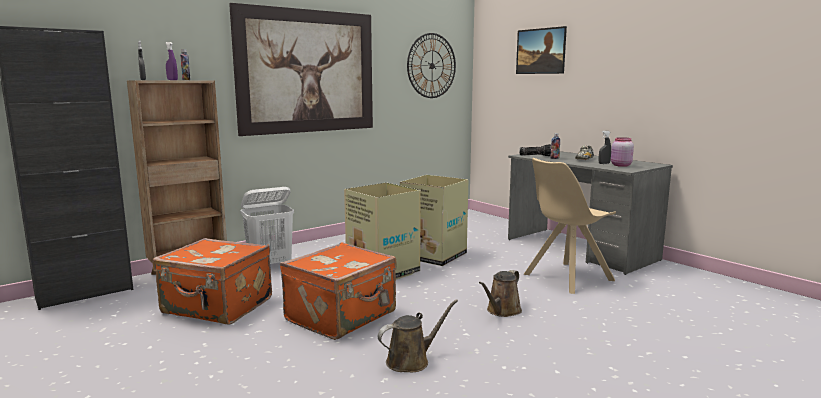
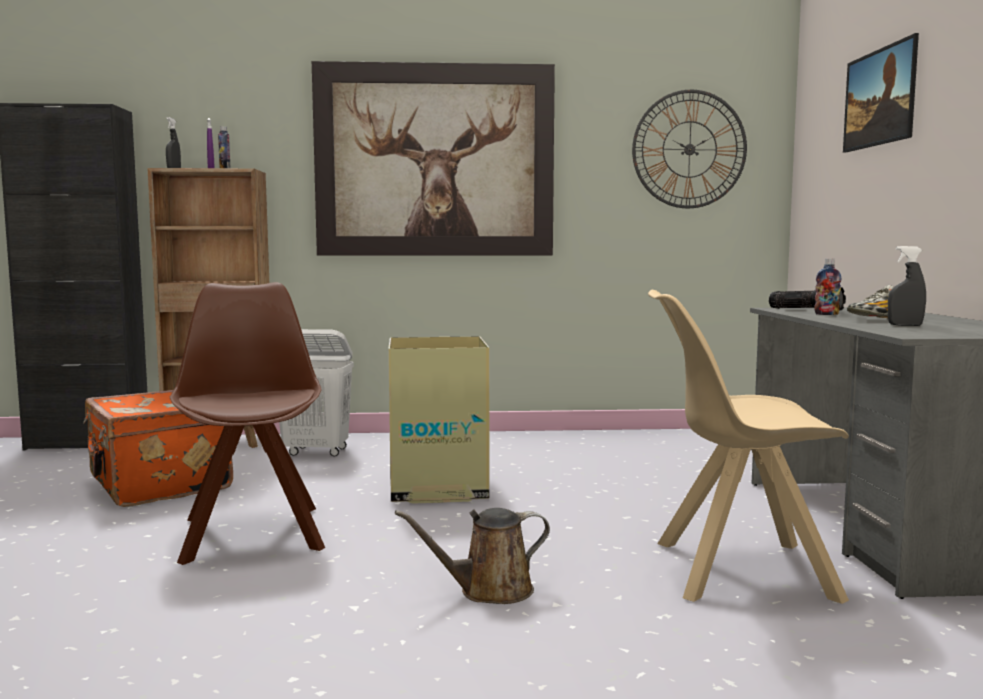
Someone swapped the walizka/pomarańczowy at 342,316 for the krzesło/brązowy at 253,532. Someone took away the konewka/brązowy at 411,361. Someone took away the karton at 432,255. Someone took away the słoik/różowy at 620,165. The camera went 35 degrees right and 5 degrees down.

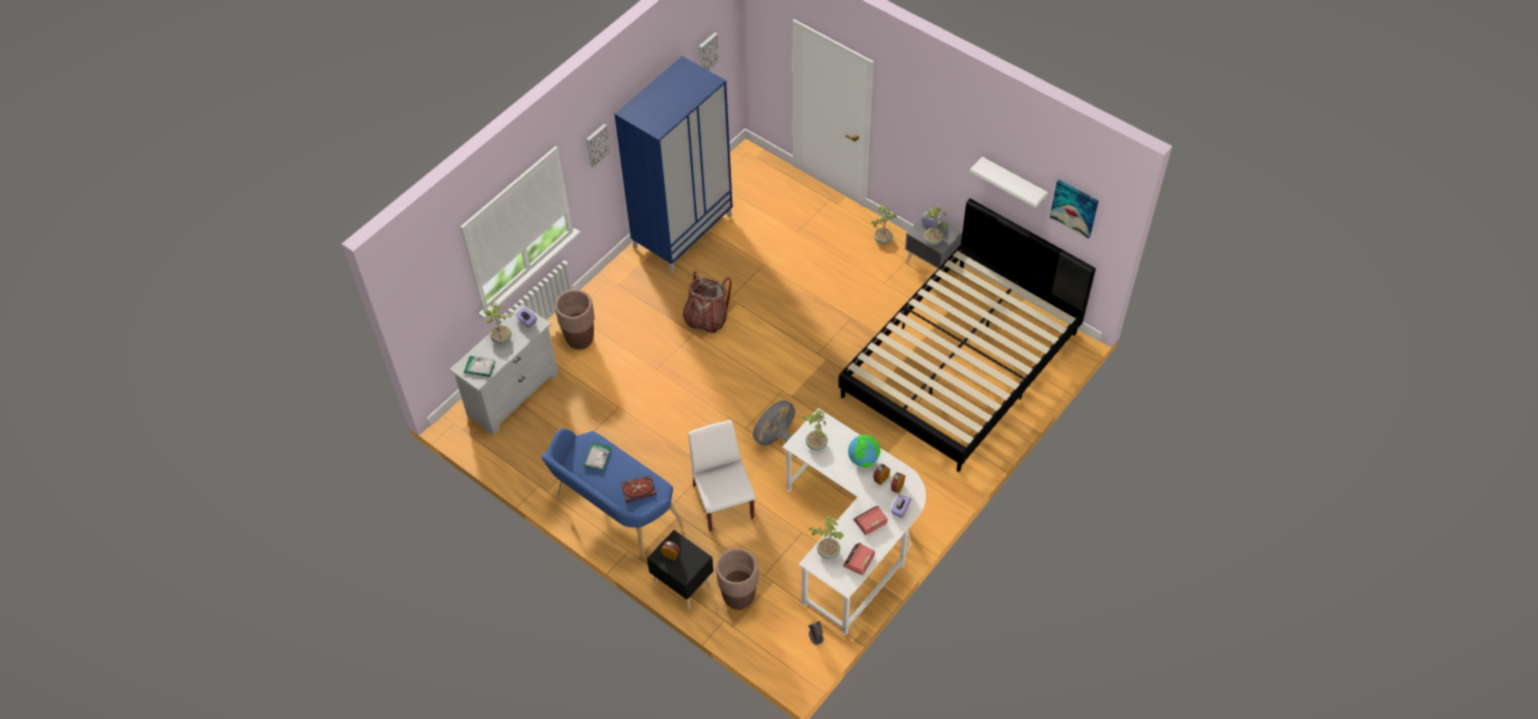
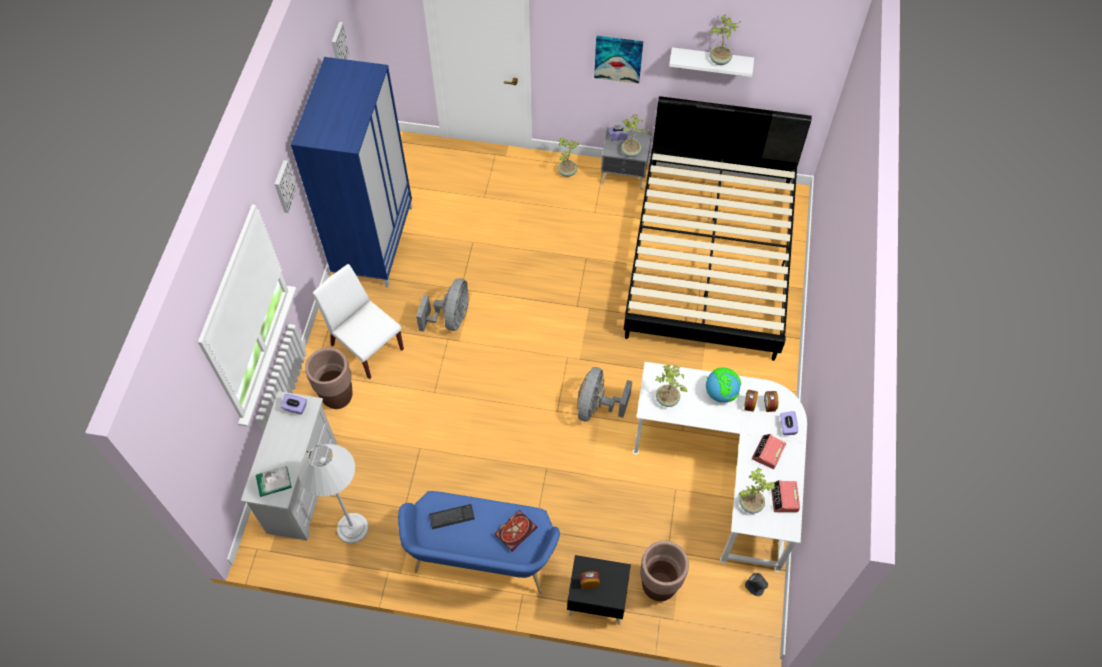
Someone carried the roślina doniczkowa from 502,339 to 720,61. Someone swapped the książka at 597,457 for the klawiatura at 452,517. Someone swapped the plecak at 706,318 for the wentylator/szary at 451,318. Someone carried the krzesło/biały from 723,500 to 366,346. Someone carried the obraz from 1074,208 to 618,58. Someone put down the lampa stojąca/biały at 352,528. The camera went 30 degrees left and 5 degrees up.

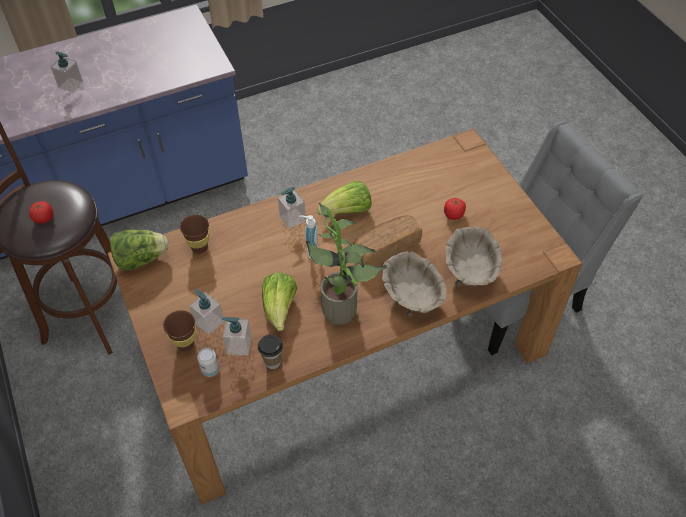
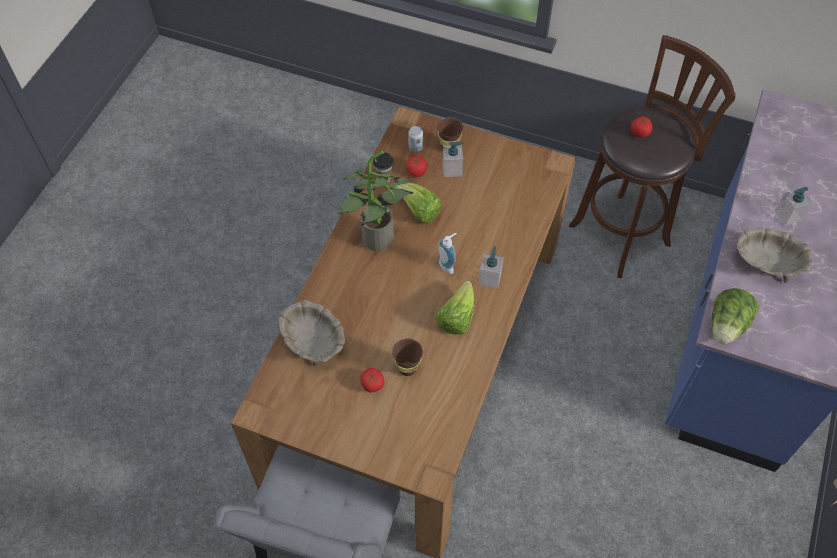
Someone carried the sałata from 141,259 to 727,326. Someone carried the filiżanka/brązowy from 199,247 to 407,369. Someone swapped the dozownik mydła at 239,345 for the pomidor at 416,171. Someone took away the chleb at 385,248. Someone carried the miska/beżowy from 413,297 to 766,265. The camera went 135 degrees right and 5 degrees up.

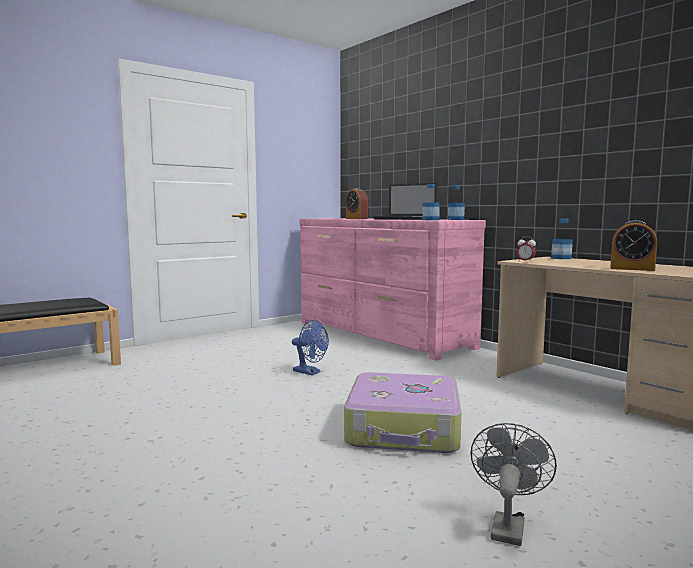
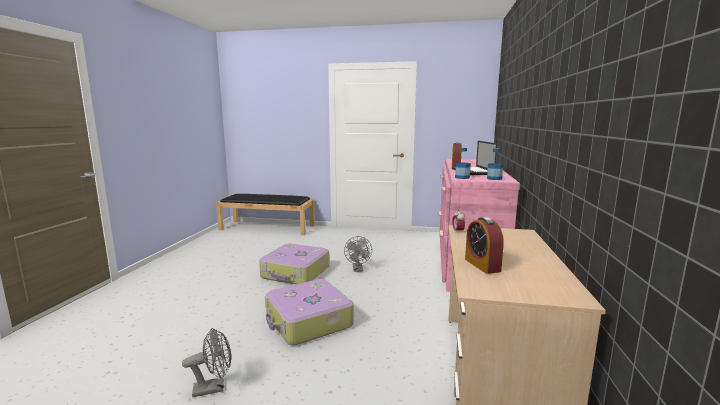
Someone repainted the wentylator/niebieski at 310,372, which became the wentylator/szary at 358,269. Someone took away the butelka at 561,258. Someone put down the walizka at 295,273. The camera went 50 degrees right and 5 degrees up.

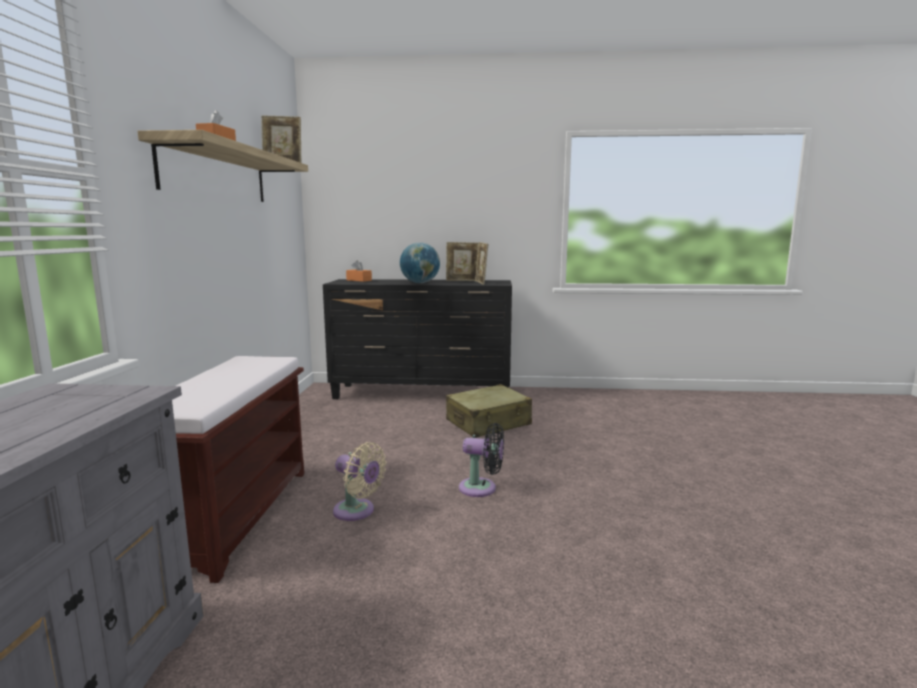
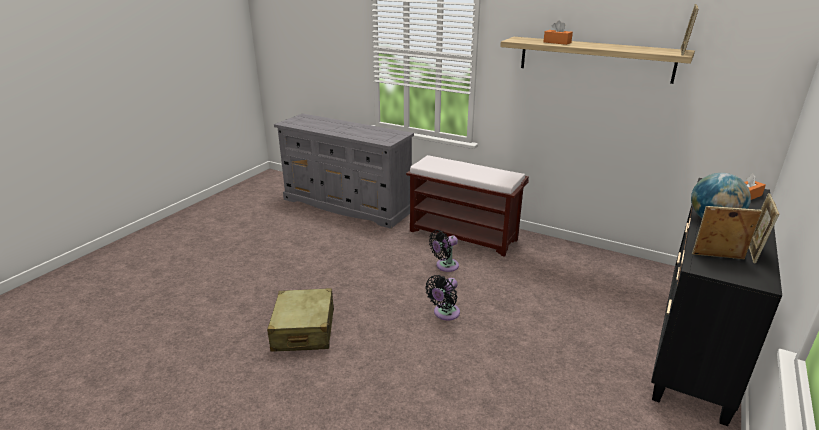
Someone repainted the wentylator/beżowy at 357,511, which became the wentylator/czarny at 445,266. Someone carried the walizka/beżowy from 488,423 to 303,330. The camera went 115 degrees right and 15 degrees up.

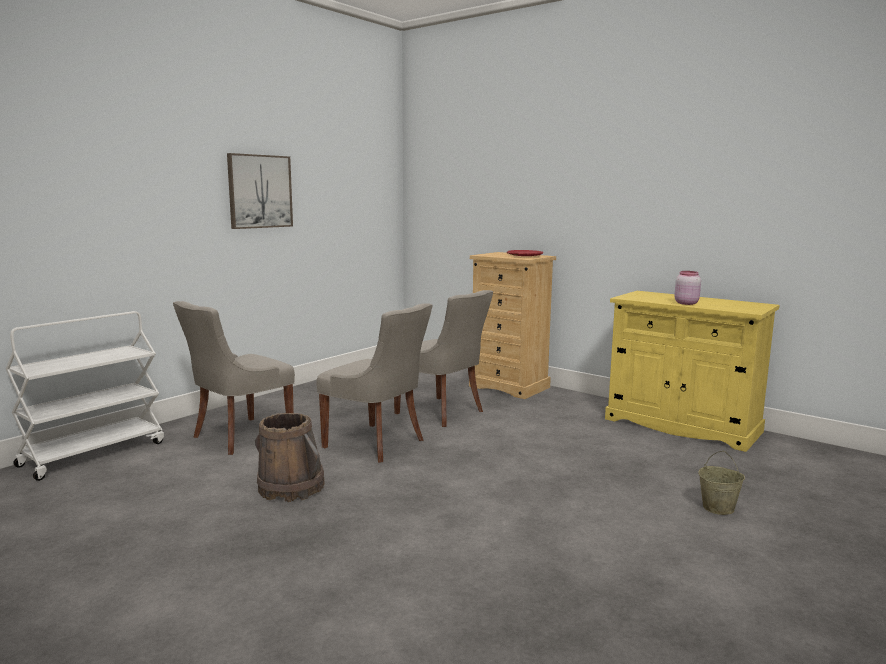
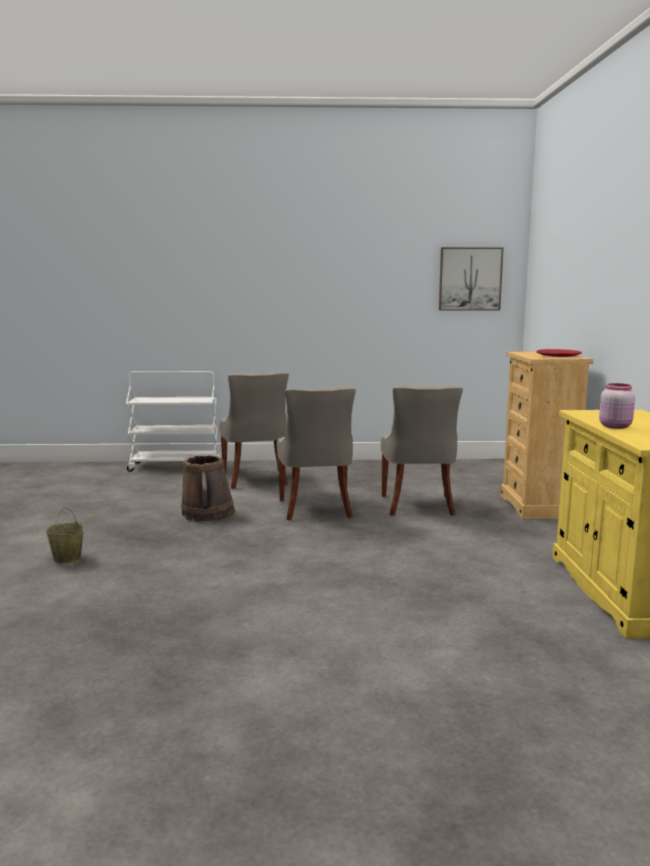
Someone rotated the krzesło/szary at 240,436 by 105 degrees counterclockwise. Someone carried the obraz from 260,191 to 470,279. Someone carried the wiadro/beżowy from 718,508 to 67,559. The camera went 50 degrees right and 0 degrees up.

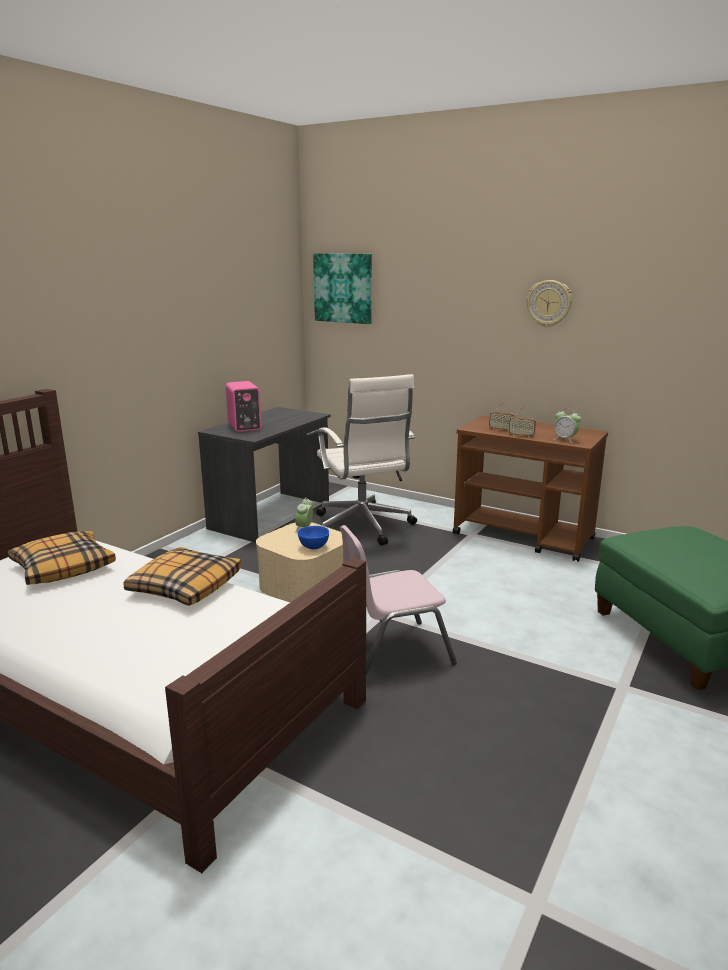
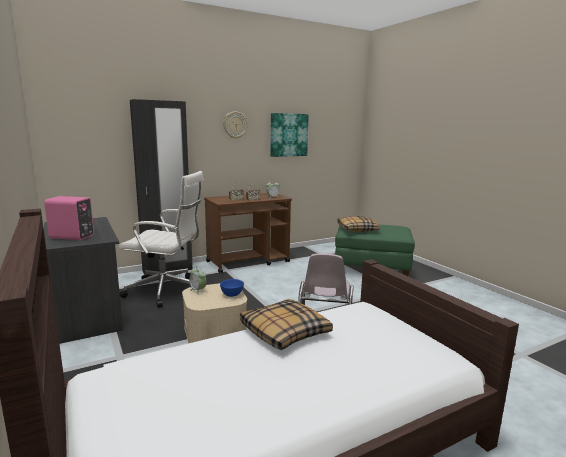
Someone carried the poduszka from 63,567 to 357,229. Someone carried the obraz from 343,288 to 288,135. Someone put down the szafa/czarny at 167,270. The camera went 60 degrees left and 5 degrees down.

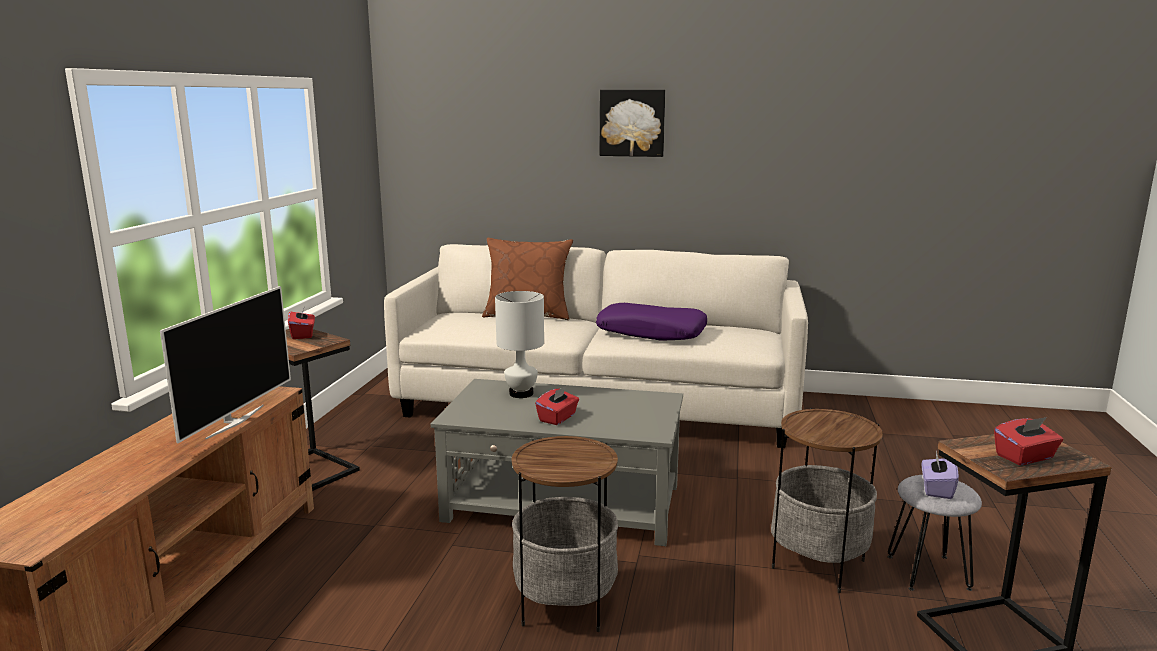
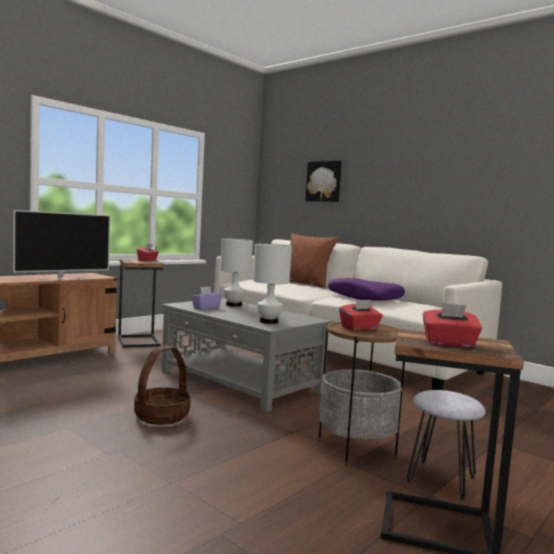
Someone swapped the stolik at 565,605 for the koszyk at 162,416. Someone carried the pudełko chusteczek/czerwony from 558,418 to 359,328. Someone carried the obraz from 632,123 to 324,181. Someone carried the pudełko chusteczek/fioletowy from 936,489 to 206,308. Someone put down the lampa stołowa/biały at 269,321. The camera went 30 degrees right and 10 degrees down.

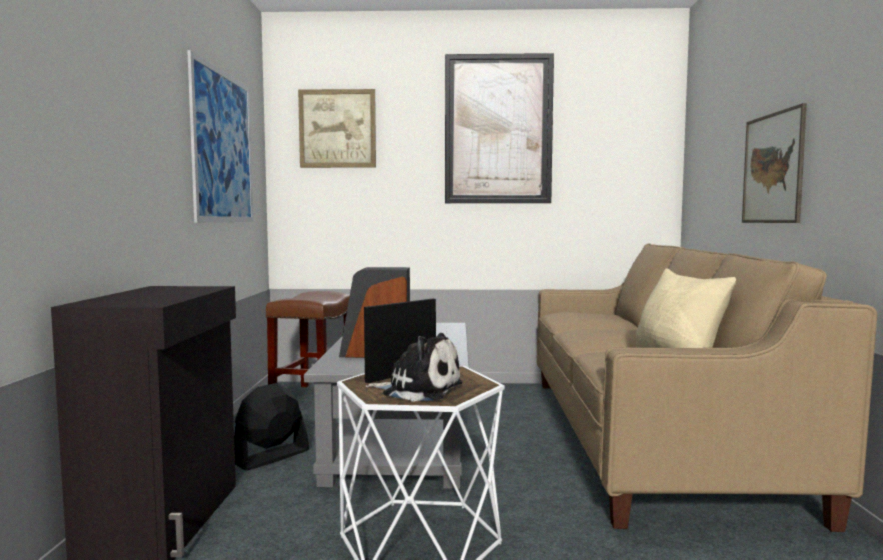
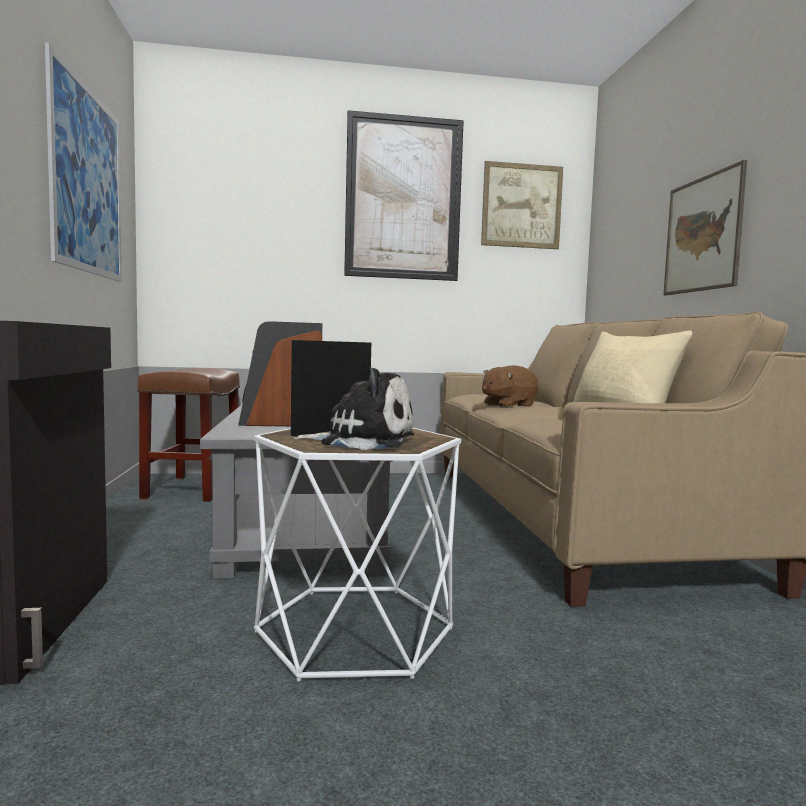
Someone took away the wentylator/czarny at 271,457. Someone carried the obraz from 337,128 to 521,206. Someone put down the pluszak/brązowy at 507,406. The camera went 10 degrees left and 0 degrees up.

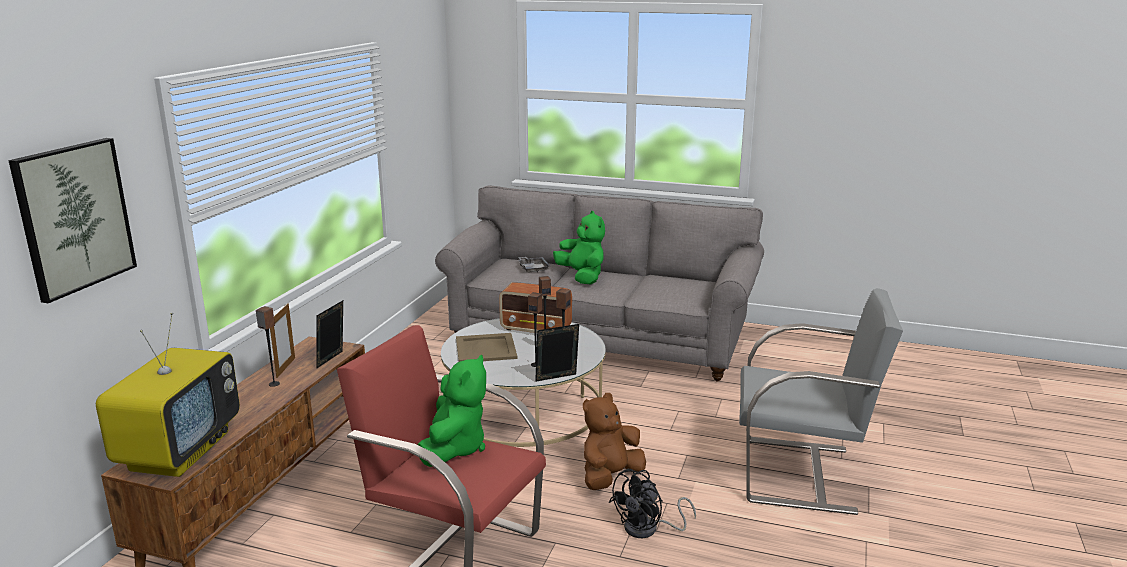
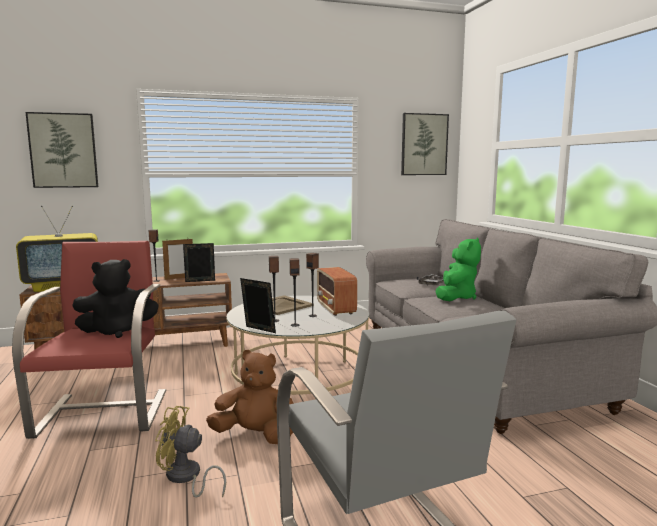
Someone repainted the pluszak/zielony at 454,448, which became the pluszak/czarny at 117,331. Someone repainted the wentylator/czarny at 648,529, which became the wentylator/żółty at 186,478. Someone put up the obraz at 424,144. The camera went 55 degrees right and 10 degrees down.

